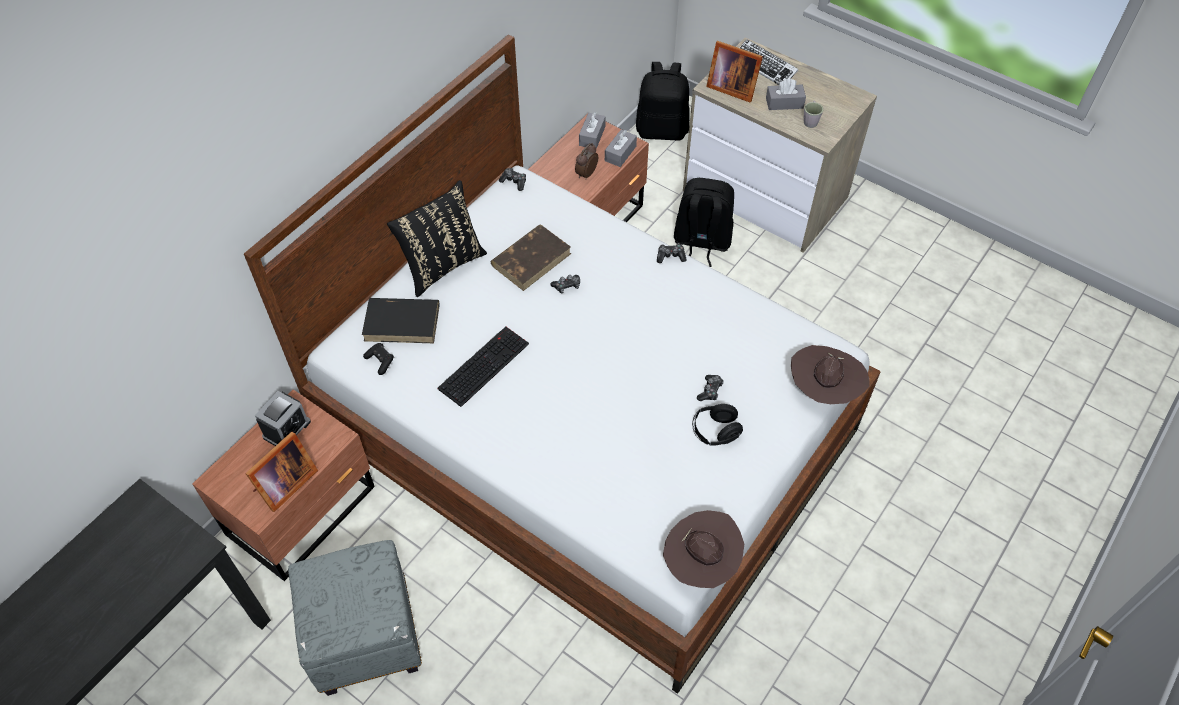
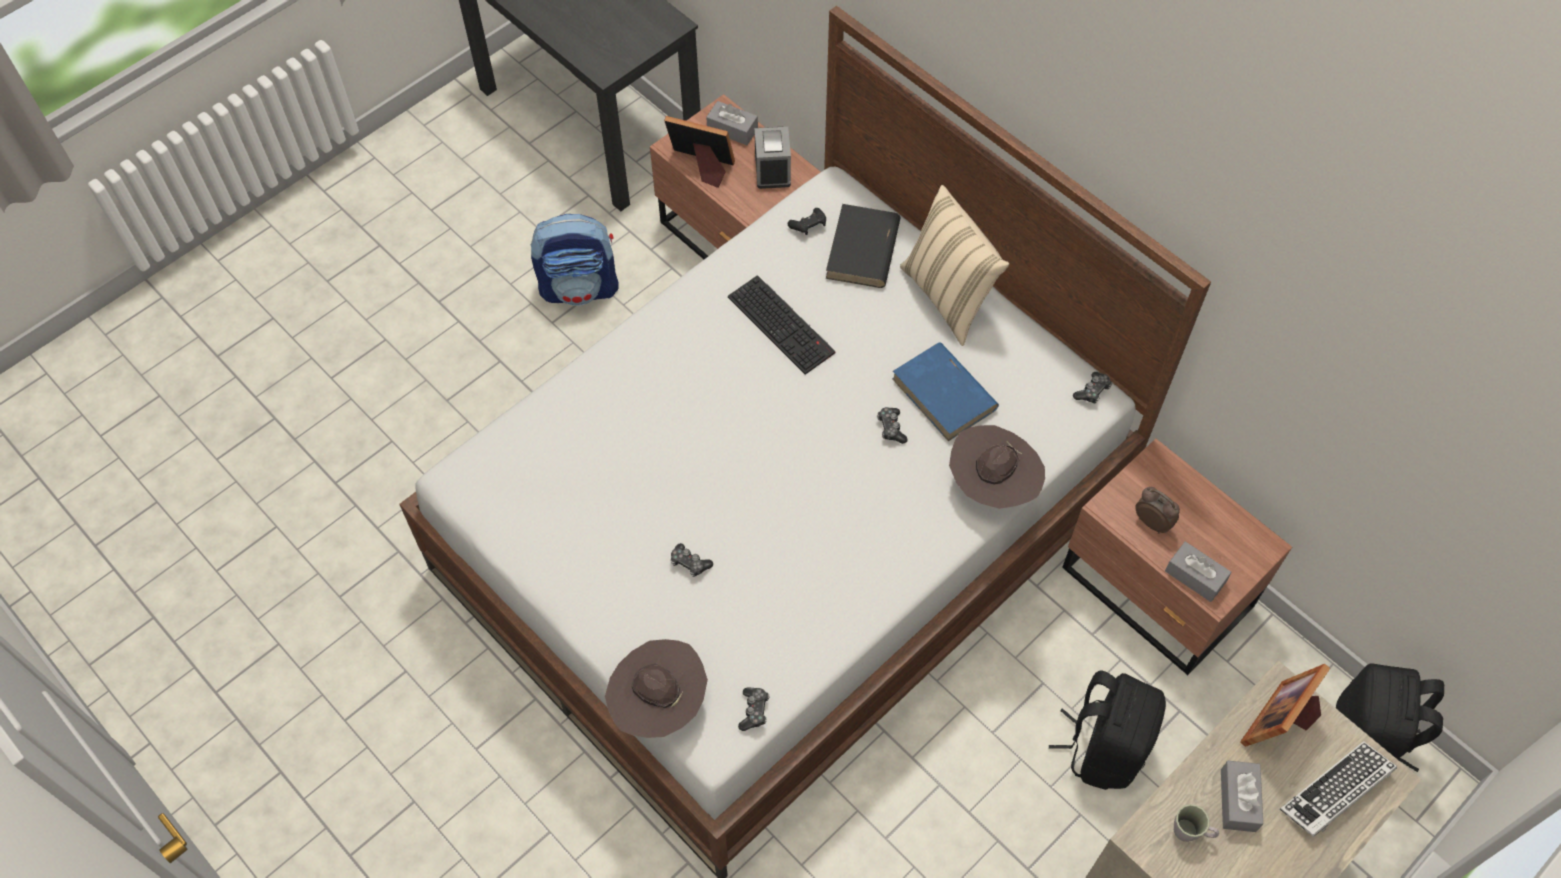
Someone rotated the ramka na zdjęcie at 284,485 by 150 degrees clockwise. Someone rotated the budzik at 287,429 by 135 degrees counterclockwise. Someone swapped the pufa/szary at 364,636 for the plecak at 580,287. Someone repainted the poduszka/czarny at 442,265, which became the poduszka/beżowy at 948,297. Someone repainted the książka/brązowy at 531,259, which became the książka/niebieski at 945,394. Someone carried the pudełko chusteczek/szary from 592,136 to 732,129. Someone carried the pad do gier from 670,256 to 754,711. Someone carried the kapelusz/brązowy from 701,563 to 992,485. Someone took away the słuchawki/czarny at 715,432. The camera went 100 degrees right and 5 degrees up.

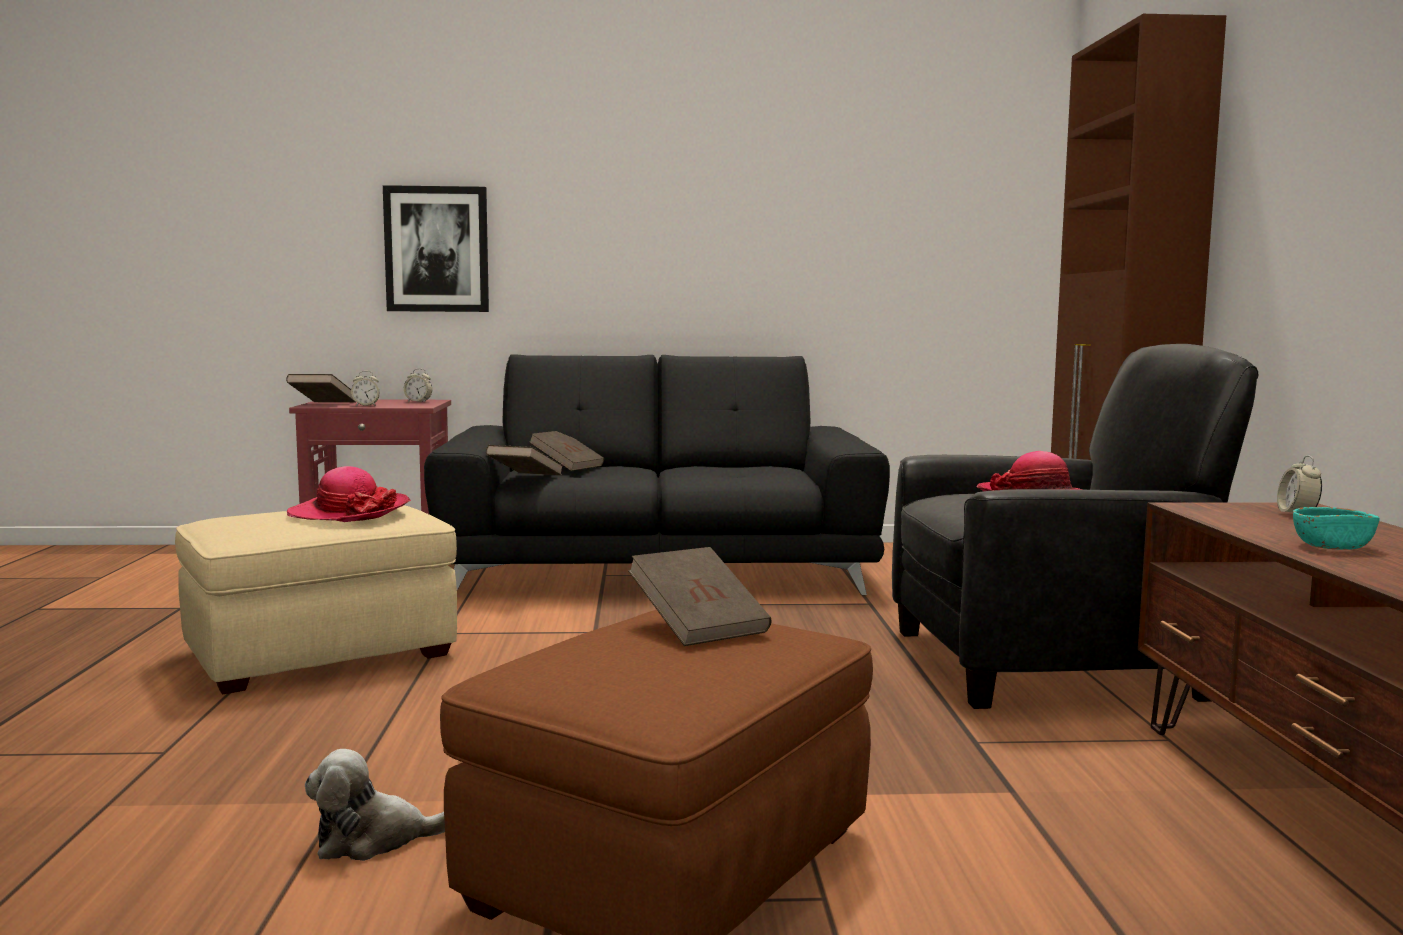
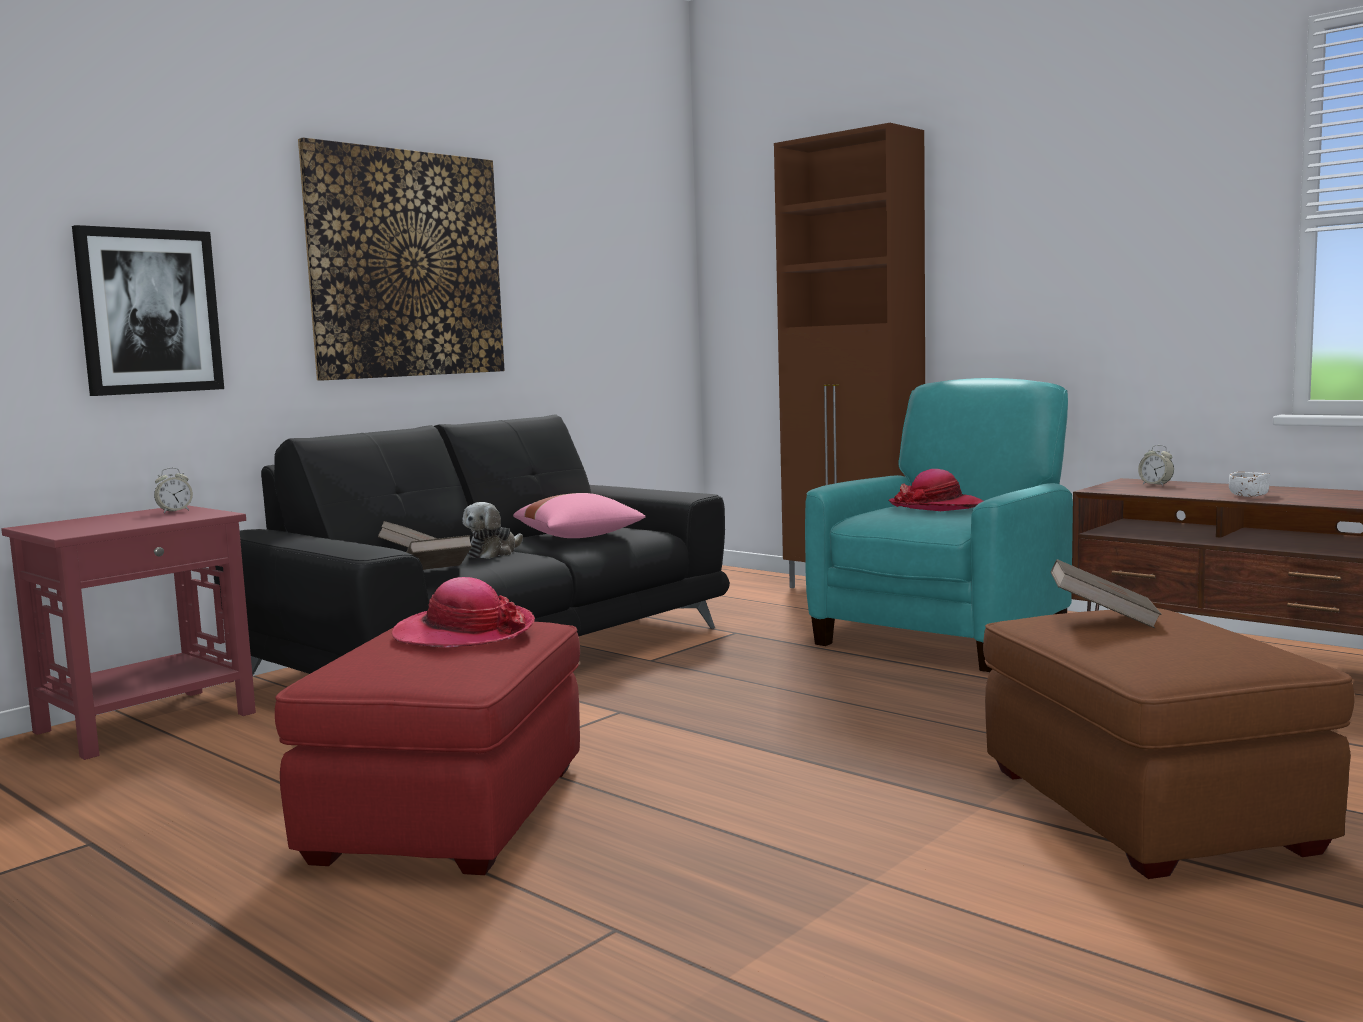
Someone repainted the pufa/beżowy at 323,654, which became the pufa/czerwony at 451,811. Someone took away the książka/brązowy at 322,404. Someone carried the pluszak from 373,840 to 493,553. Someone took away the budzik at 366,406. Someone repainted the fotel/czarny at 1048,664, which became the fotel/turkusowy at 944,636. Someone repainted the miska/turkusowy at 1332,546, which became the miska/biały at 1248,495. Someone put up the obraz at 406,264. Someone put down the poduszka/różowy at 579,537. The camera went 45 degrees left and 0 degrees up.

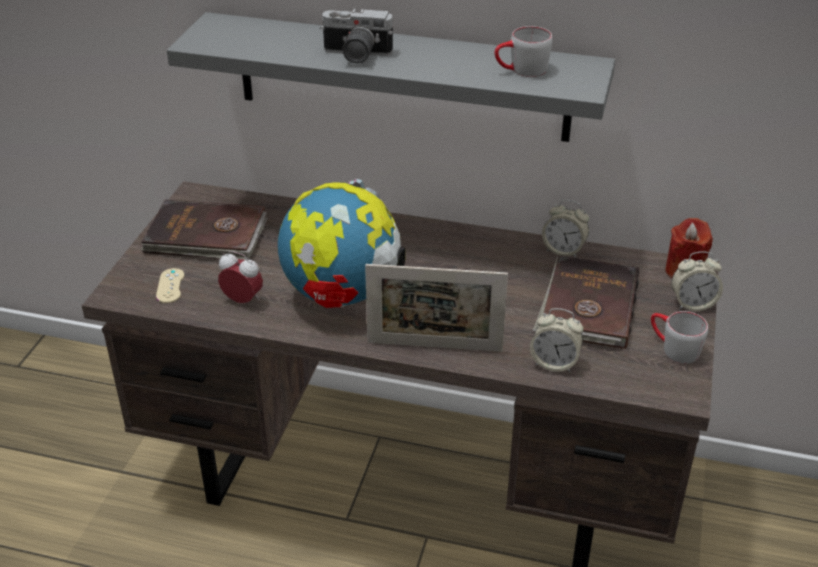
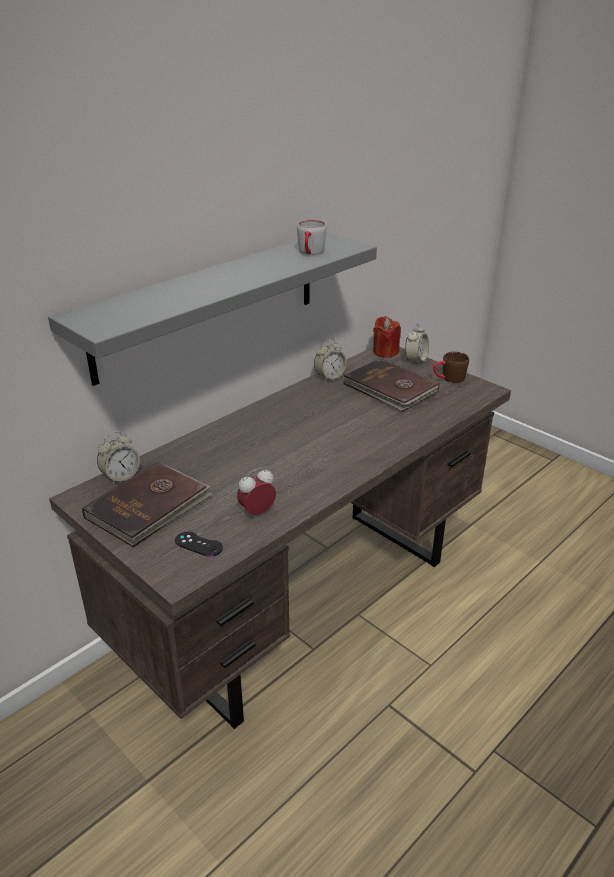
Someone repainted the pad do gier/beżowy at 170,286, which became the pad do gier/czarny at 198,544. Someone took away the globus at 341,295. Someone took away the aparat fotograficzny at 355,56. Someone took away the ramka na zdjęcie at 434,346. Someone carried the budzik from 554,363 to 121,476. Someone repainted the kubek/szary at 673,348, which became the kubek/brązowy at 448,378. The camera went 60 degrees left and 5 degrees down.

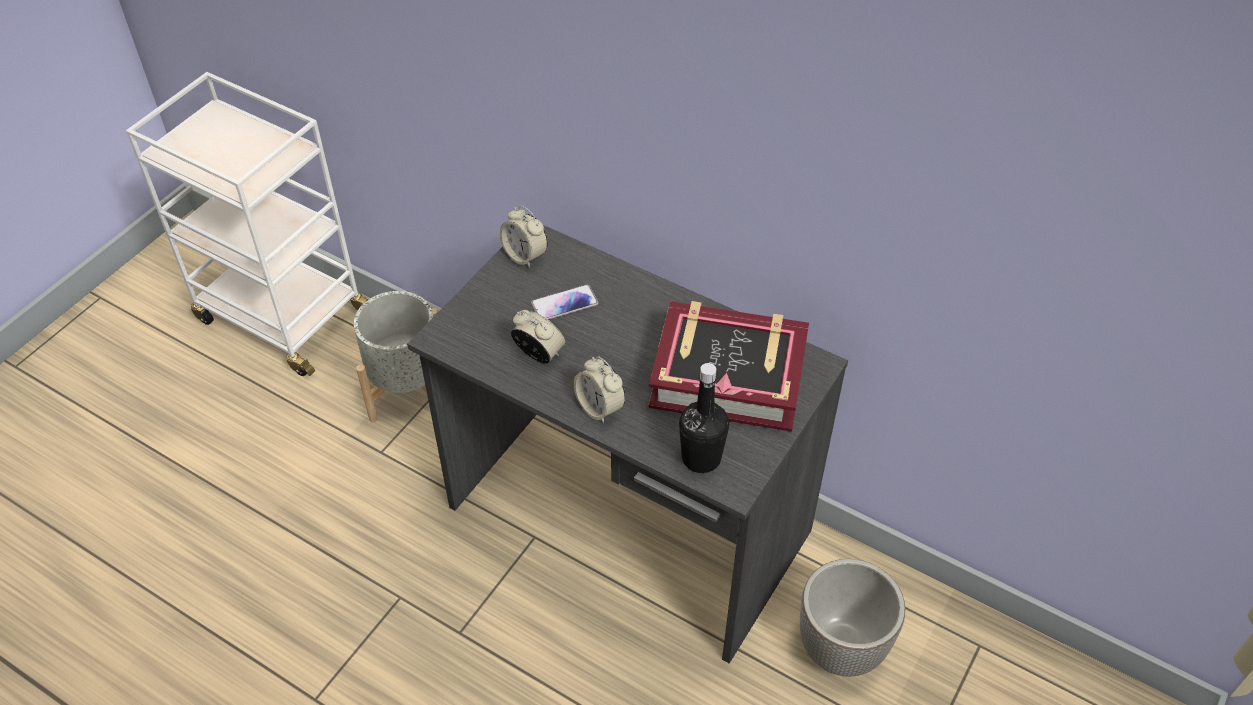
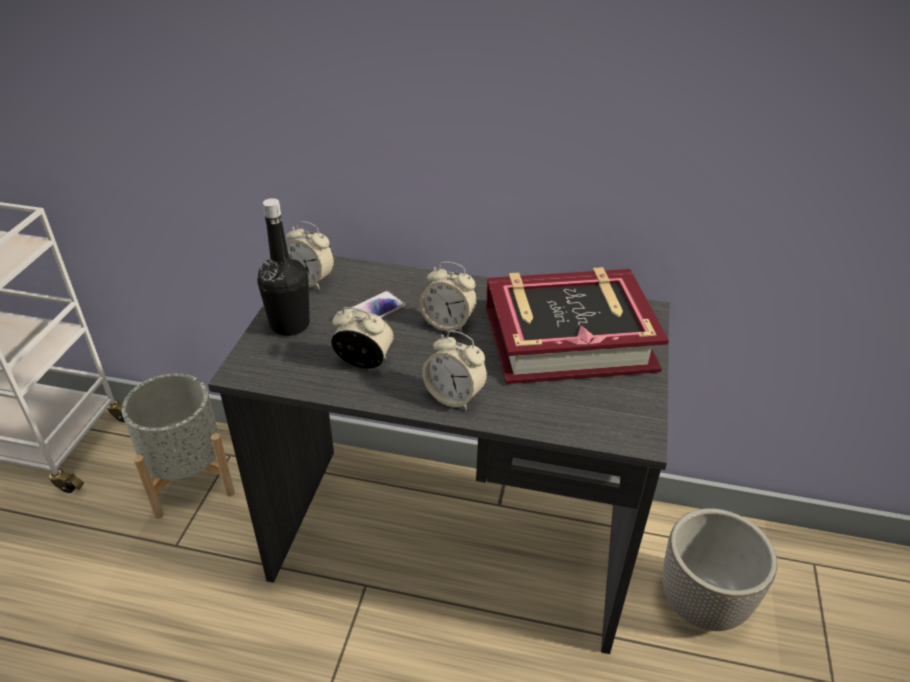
Someone carried the butelka/czarny from 701,458 to 290,324. Someone put down the budzik at 448,323. The camera went 20 degrees left and 10 degrees down.

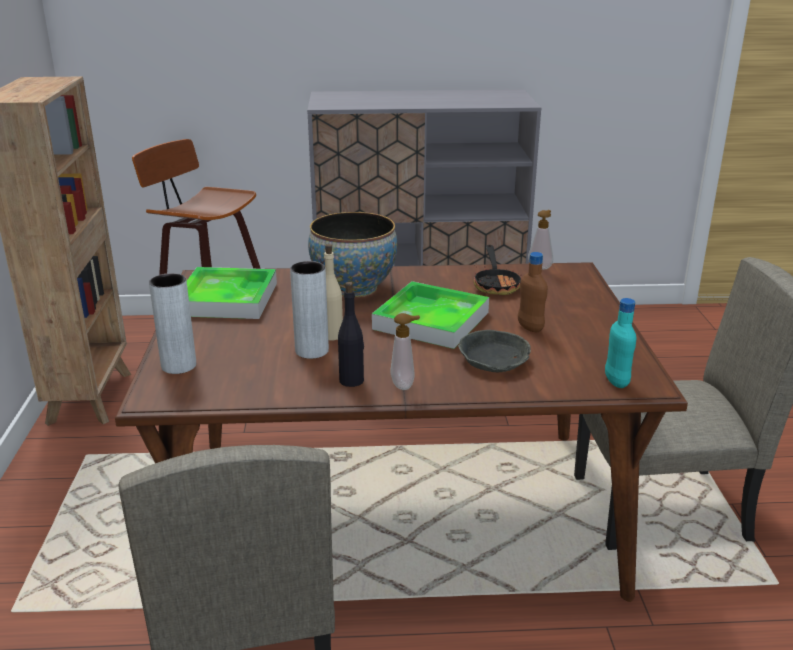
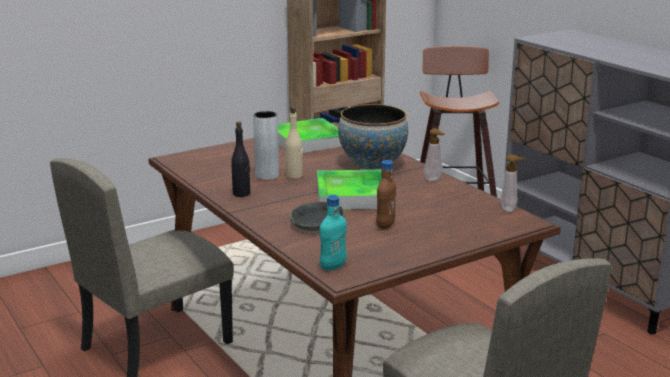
Someone took away the wazon/szary at 179,366. Someone carried the dozownik mydła from 405,385 to 434,179. Someone took away the patelnia at 496,284. The camera went 60 degrees right and 5 degrees down.

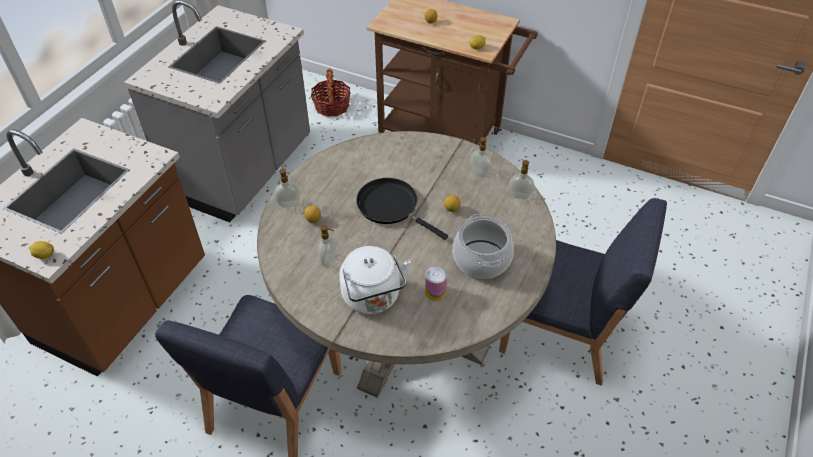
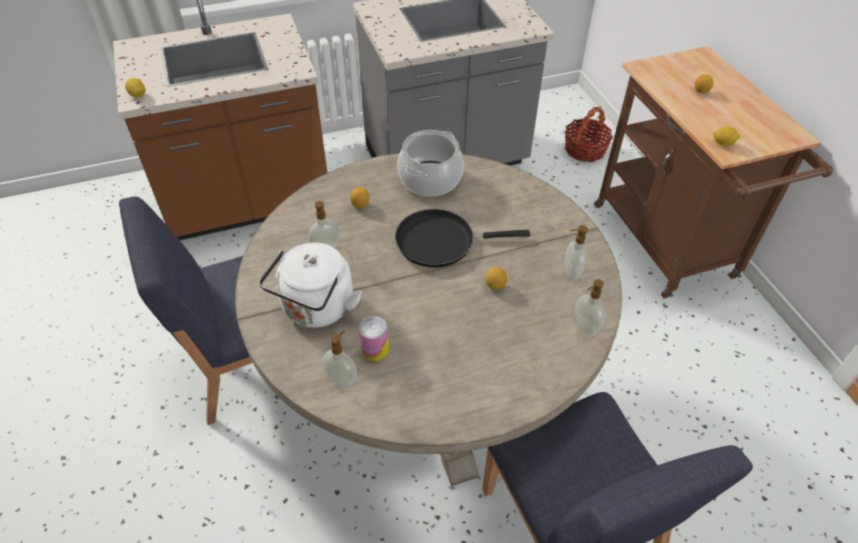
Someone carried the dozownik mydła from 288,203 to 342,378. Someone rotated the patelnia/czarny at 391,206 by 90 degrees counterclockwise. Someone carried the garnek from 482,259 to 430,179. The camera went 45 degrees right and 0 degrees up.

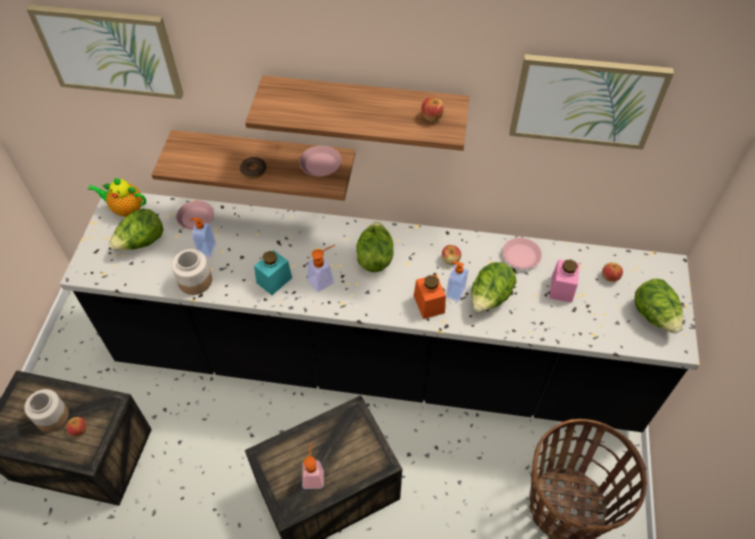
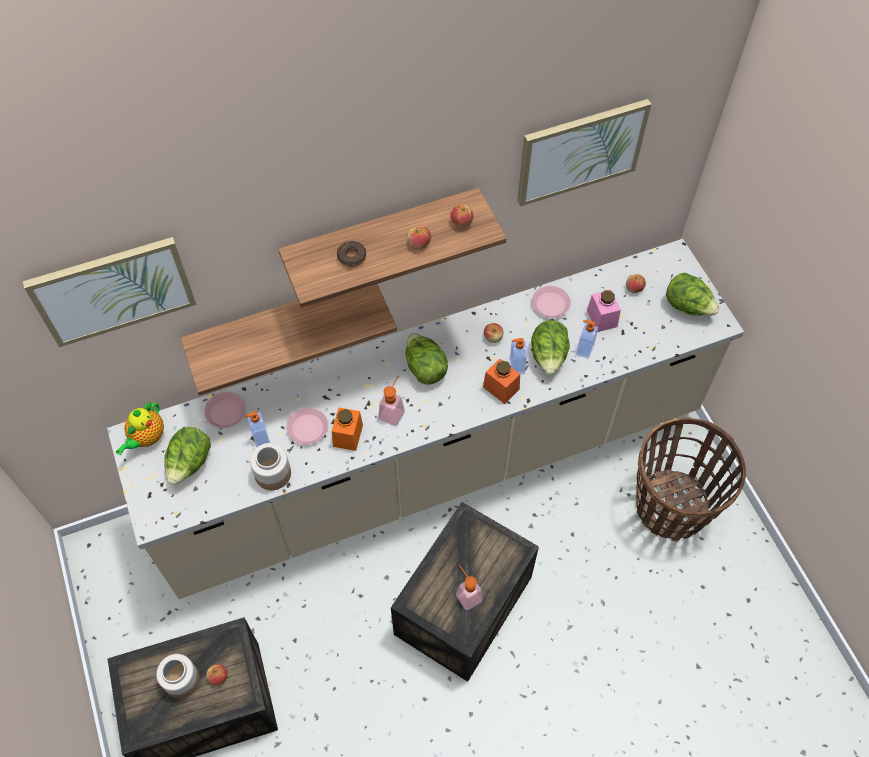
Someone repainted the zabudowa kuchenna/czarny at 377,364, which became the zabudowa kuchenna/beżowy at 434,466. Someone rotated the imbryk at 126,209 by 45 degrees counterclockwise. Someone carried the donut from 253,171 to 351,257. Someone repainted the słoik/turkusowy at 274,280, which became the słoik/pomarańczowy at 348,435. Someone carried the talerz/różowy from 321,164 to 308,428. Someone put down the jabłko at 419,244. Someone put down the dozownik mydła at 584,349. The camera went 30 degrees left and 5 degrees up.

